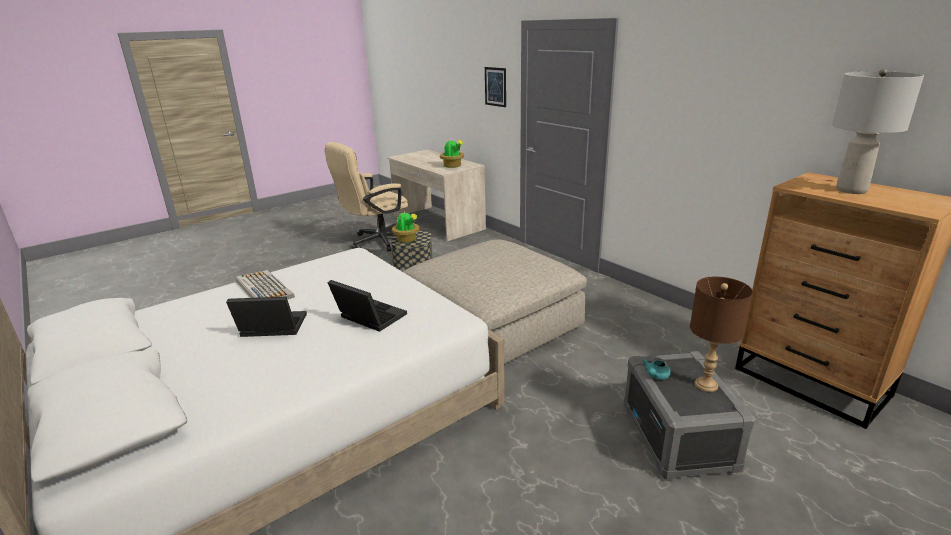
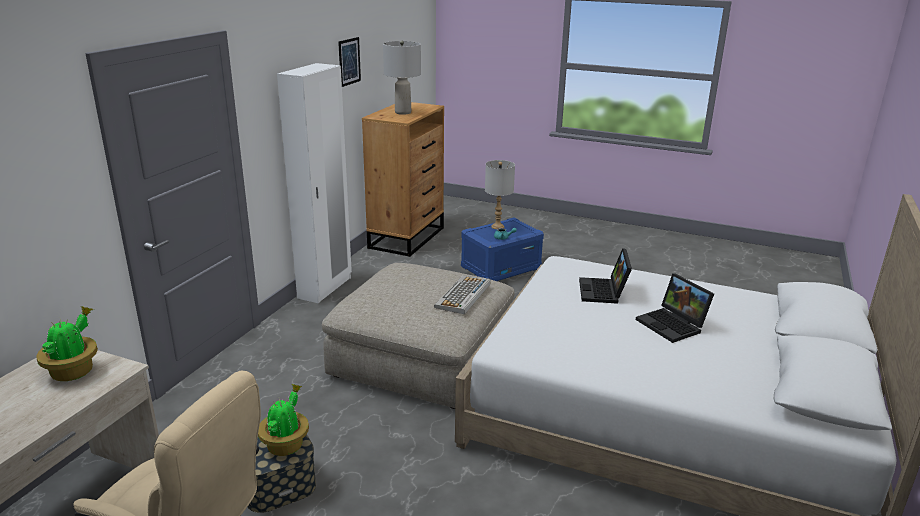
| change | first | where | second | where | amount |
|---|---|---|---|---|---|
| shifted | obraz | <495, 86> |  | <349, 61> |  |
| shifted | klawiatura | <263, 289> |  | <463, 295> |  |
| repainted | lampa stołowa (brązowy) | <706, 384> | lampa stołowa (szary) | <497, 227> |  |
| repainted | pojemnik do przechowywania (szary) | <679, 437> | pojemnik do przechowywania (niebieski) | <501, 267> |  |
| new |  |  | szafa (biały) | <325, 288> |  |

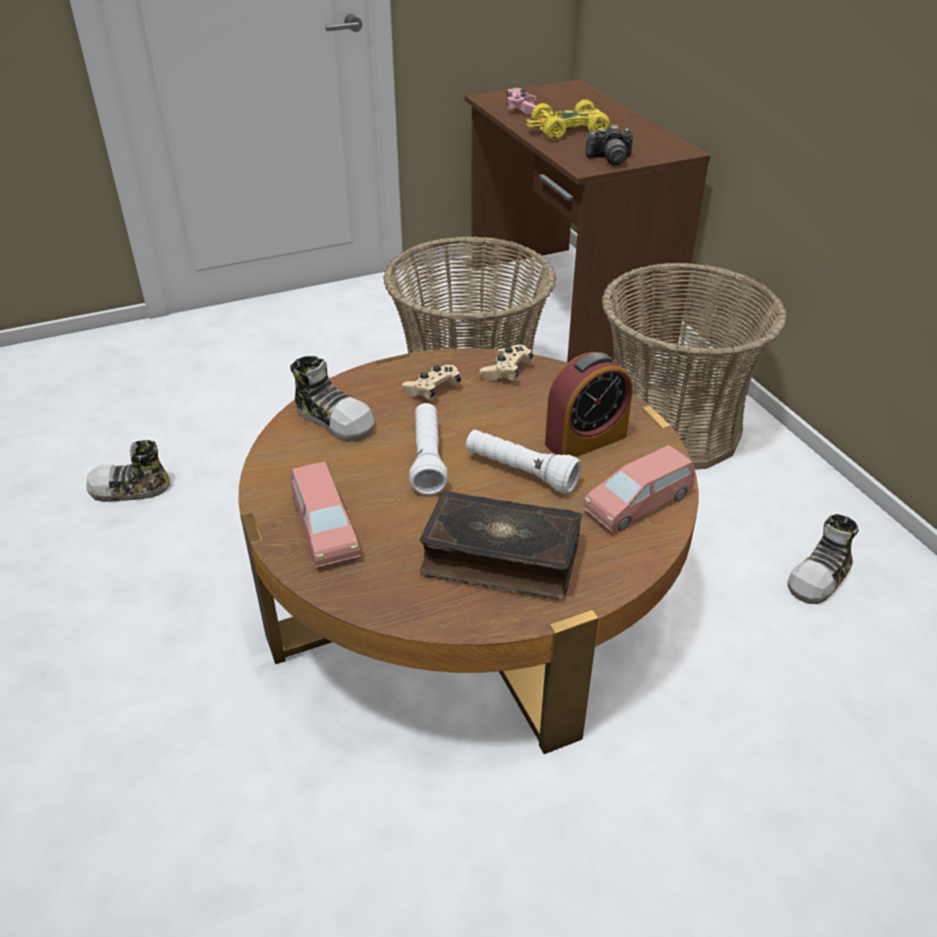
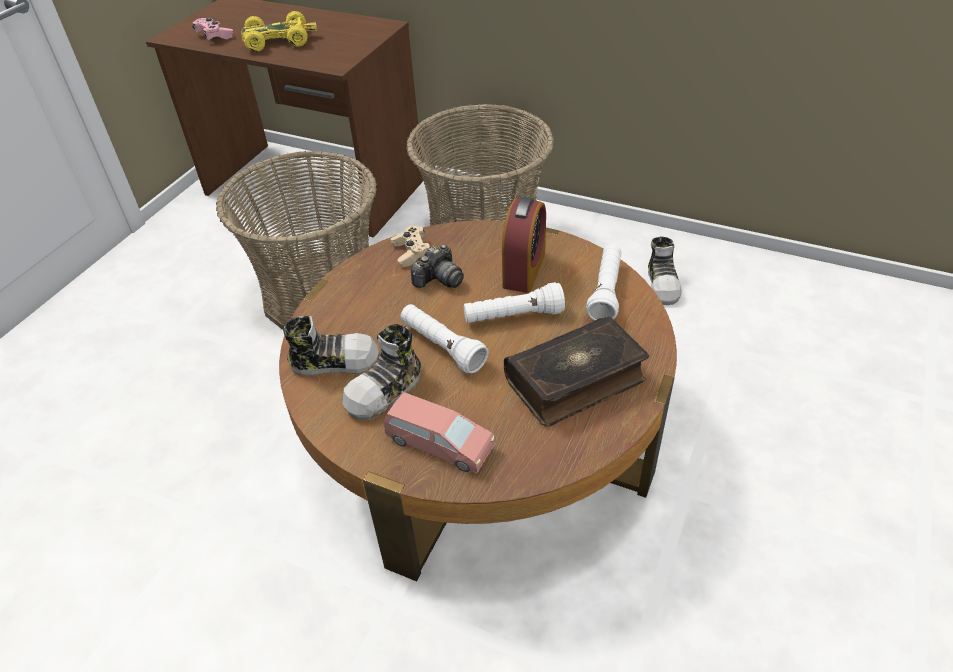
| change | first | where | second | where | amount |
|---|---|---|---|---|---|
| rotated | samochodzik (żółty) | <568, 130> |  | <279, 40> | 135 degrees counterclockwise |
| shifted | aparat fotograficzny | <610, 159> |  | <439, 279> |  |
| gone | pad do gier (beżowy) | <432, 390> |  |  |  |
| shifted | but | <130, 489> |  | <386, 391> |  |
| swapped | samochodzik (różowy) | <638, 503> | latarka (biały) | <605, 292> |  |

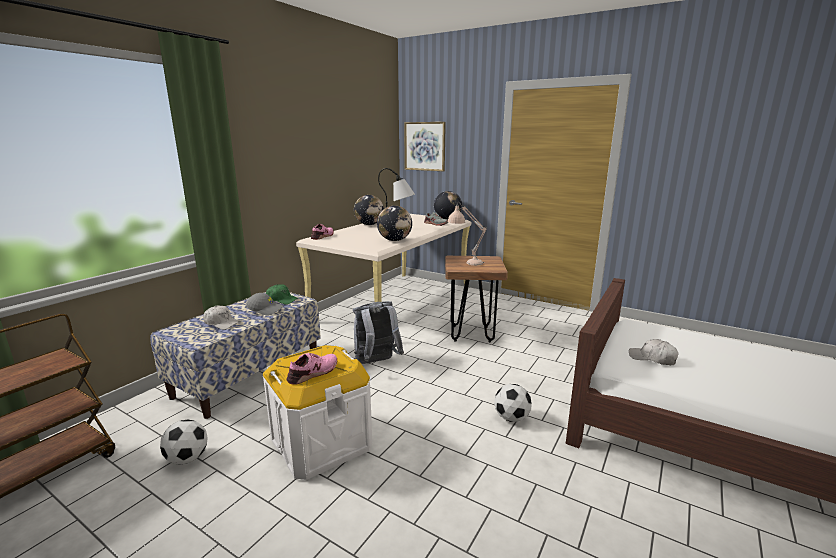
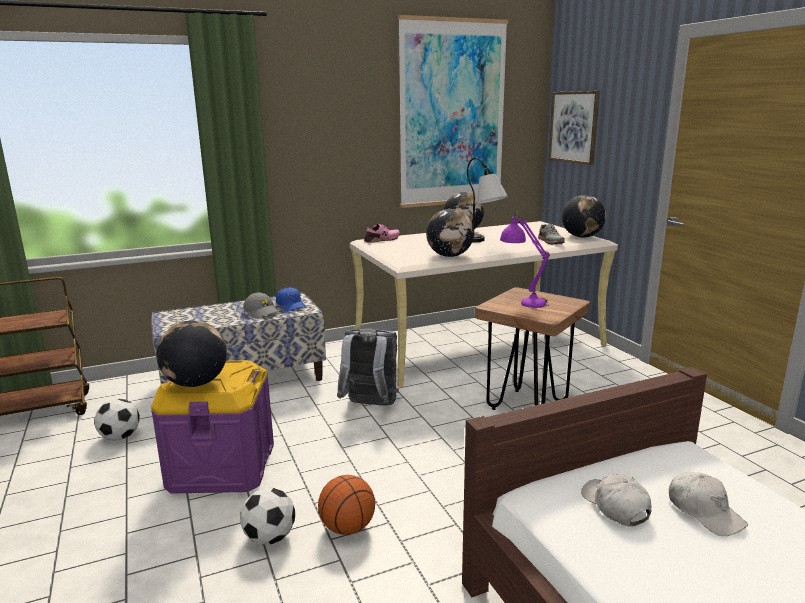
| change | first | where | second | where | amount |
|---|---|---|---|---|---|
| repainted | lampa stołowa (beżowy) | <465, 262> | lampa stołowa (fioletowy) | <523, 300> |  |
| repainted | czapka z daszkiem (zielony) | <282, 300> | czapka z daszkiem (niebieski) | <290, 305> |  |
| shifted | czapka z daszkiem (biały) | <221, 323> |  | <704, 512> |  |
| repainted | pojemnik do przechowywania (biały) | <321, 443> | pojemnik do przechowywania (fioletowy) | <222, 466> |  |
| swapped | but (różowy) | <313, 373> | globus | <196, 383> |  |
| shifted | piłka futbolowa | <511, 418> |  | <270, 537> |  |
| new |  |  | obraz | <452, 114> |  |
| new |  |  | piłka do koszykówki | <348, 528> |  |

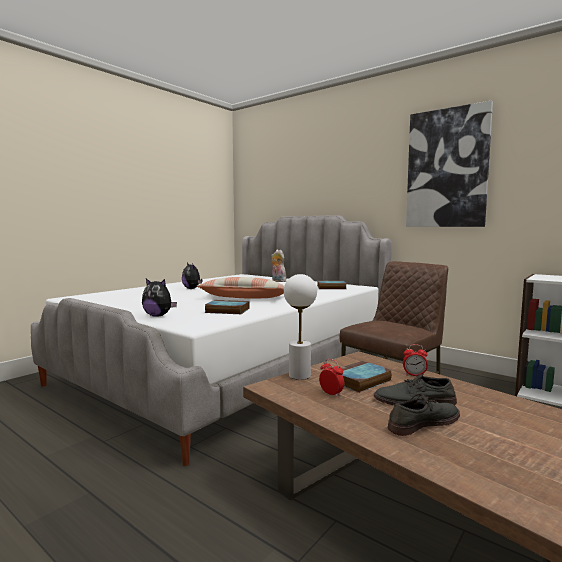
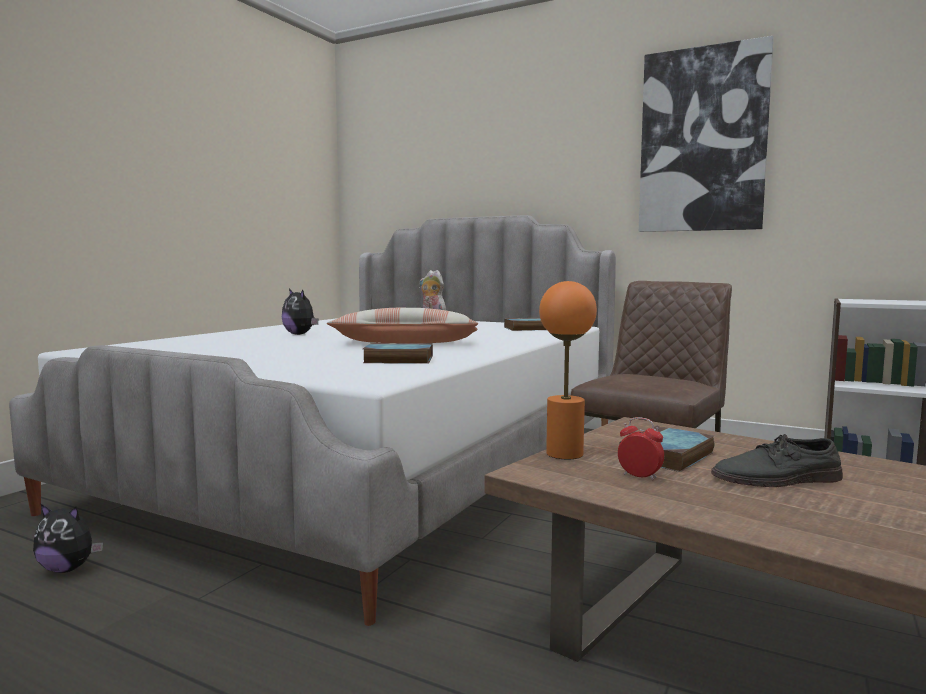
| change | first | where | second | where | amount |
|---|---|---|---|---|---|
| repainted | lampa stołowa (biały) | <299, 375> | lampa stołowa (pomarańczowy) | <564, 454> |  |
| shifted | pluszak | <158, 316> |  | <68, 568> |  |
| gone | budzik | <414, 375> |  |  |  |
| gone | but (szary) | <423, 422> |  |  |  |

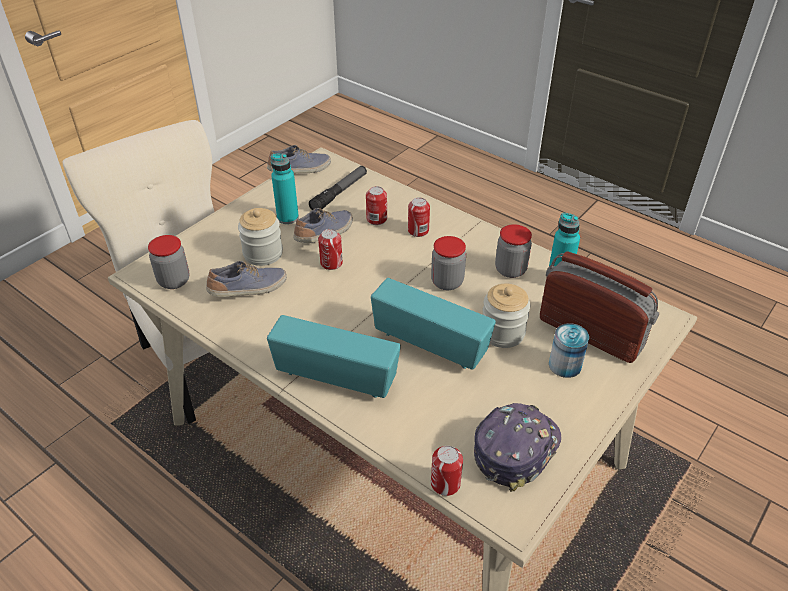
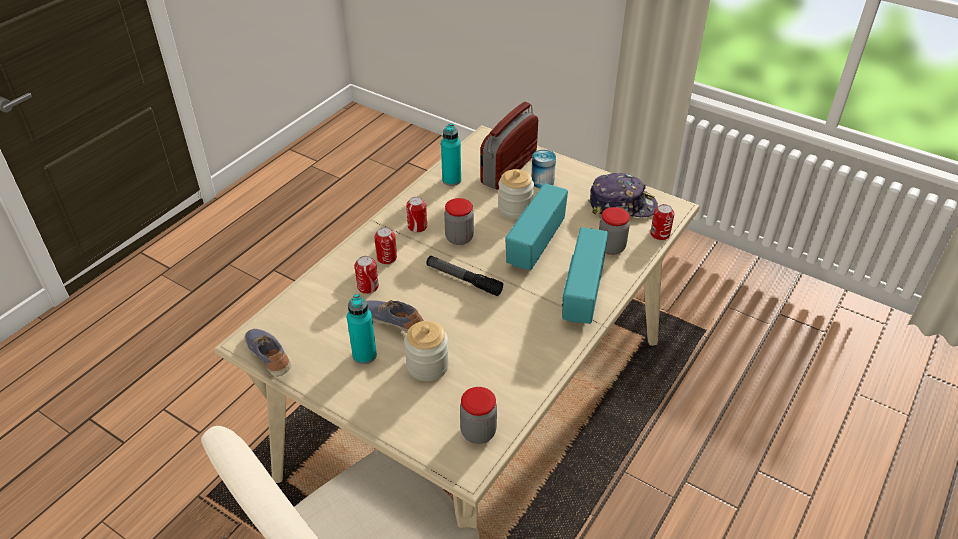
| change | first | where | second | where | amount |
|---|---|---|---|---|---|
| shifted | latarka | <339, 193> |  | <463, 279> |  |
| shifted | słoik | <510, 270> |  | <611, 247> |  |
| shifted | puszka | <331, 263> |  | <417, 226> |  |
| gone | but | <249, 289> |  |  |  |
| rotated | czapka z daszkiem | <515, 448> |  | <622, 205> | 150 degrees clockwise |

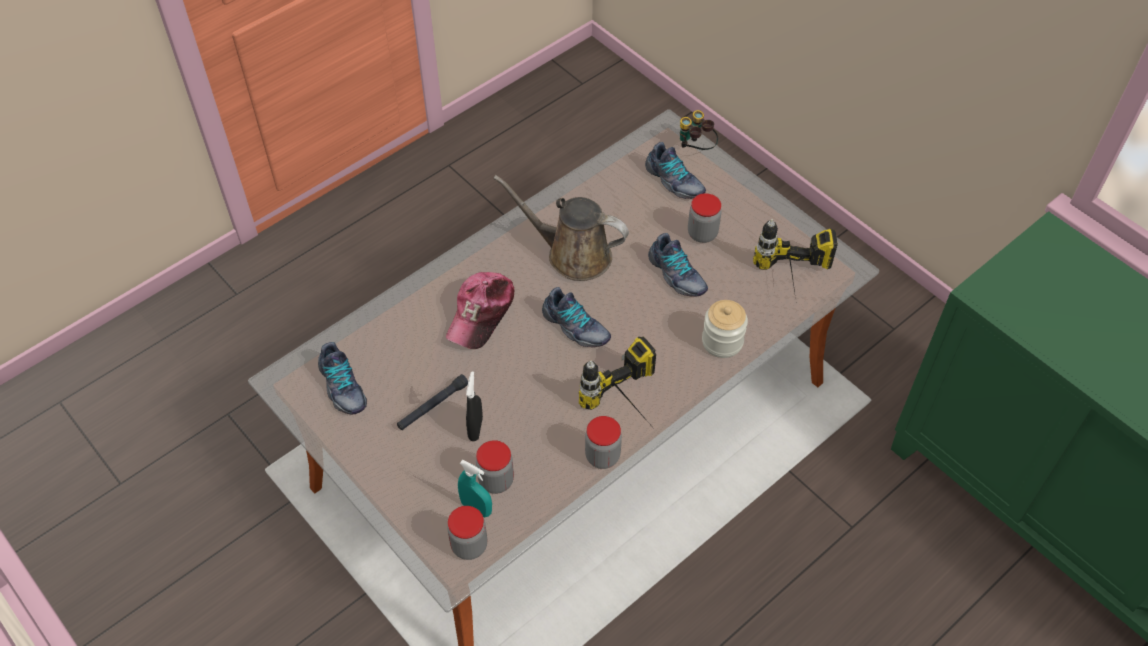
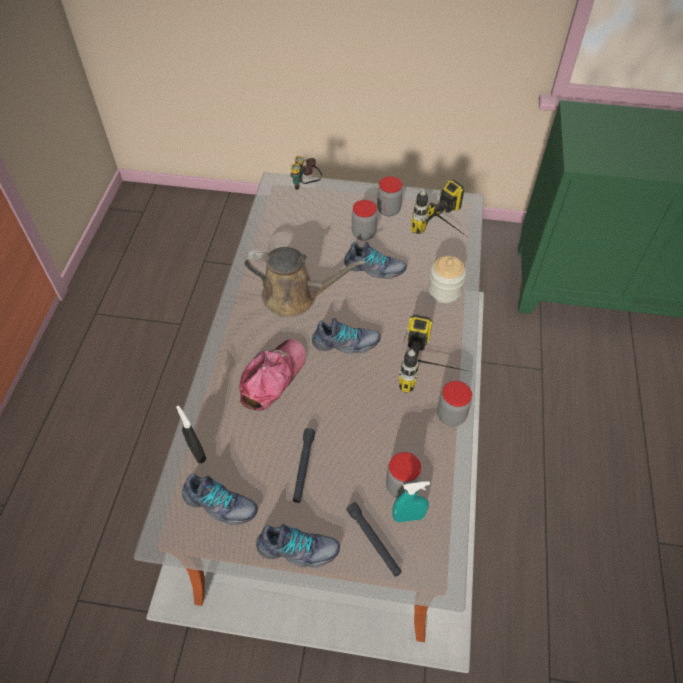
| change | first | where | second | where | amount |
|---|---|---|---|---|---|
| shifted | but | <674, 181> |  | <298, 550> |  |
| rotated | konewka (brązowy) | <573, 254> |  | <295, 297> | 150 degrees counterclockwise |
| rotated | czapka z daszkiem | <481, 314> |  | <272, 377> | 135 degrees counterclockwise |
| shifted | spryskiwacz (czarny) | <475, 428> |  | <197, 452> |  |
| shifted | słoik | <469, 545> |  | <388, 210> |  |
| new |  |  | latarka (czarny) | <373, 541> |  |

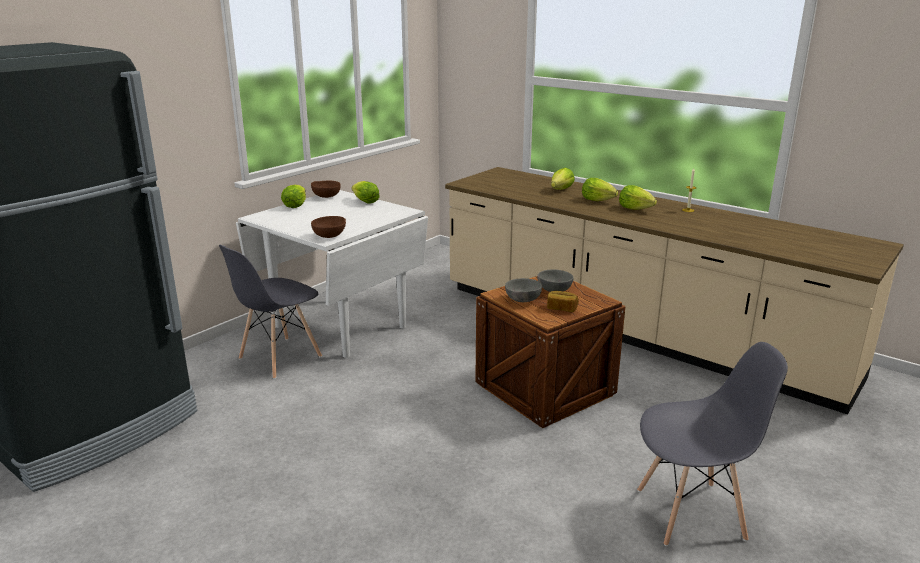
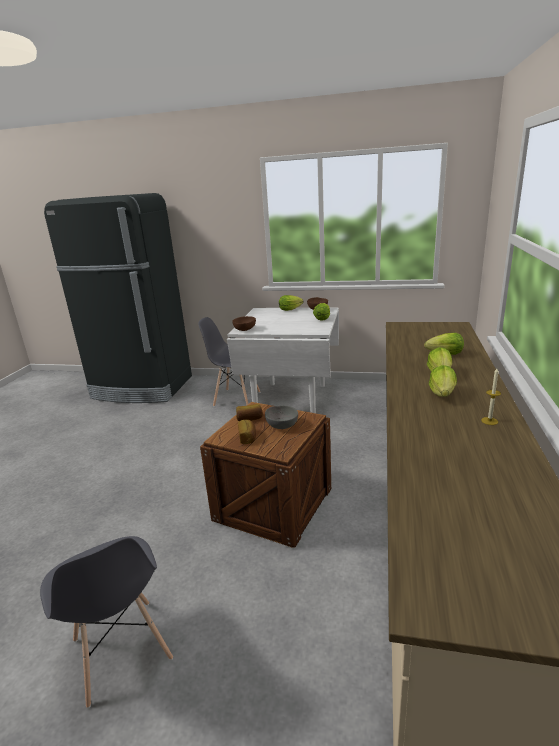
| change | first | where | second | where | amount |
|---|---|---|---|---|---|
| swapped | miska (szary) | <522, 301> | chleb | <249, 419> |  |

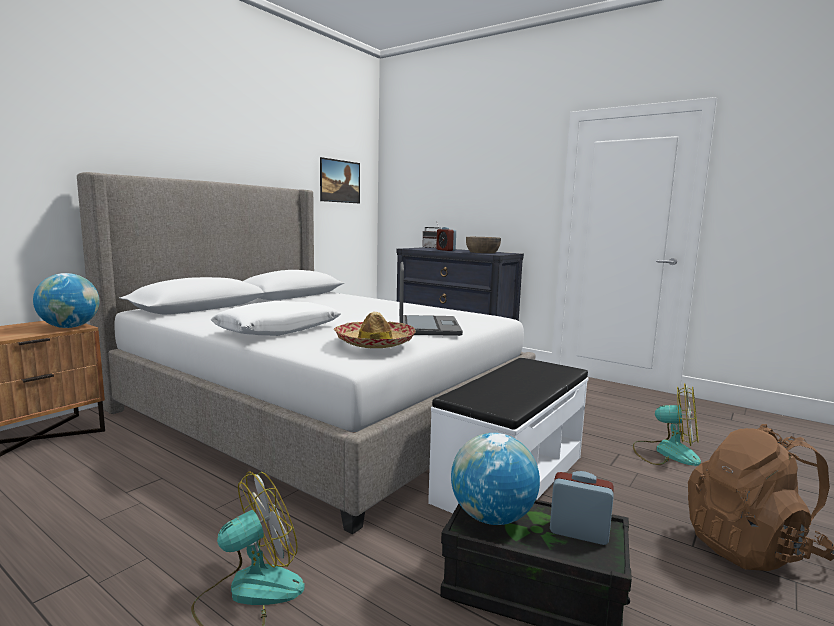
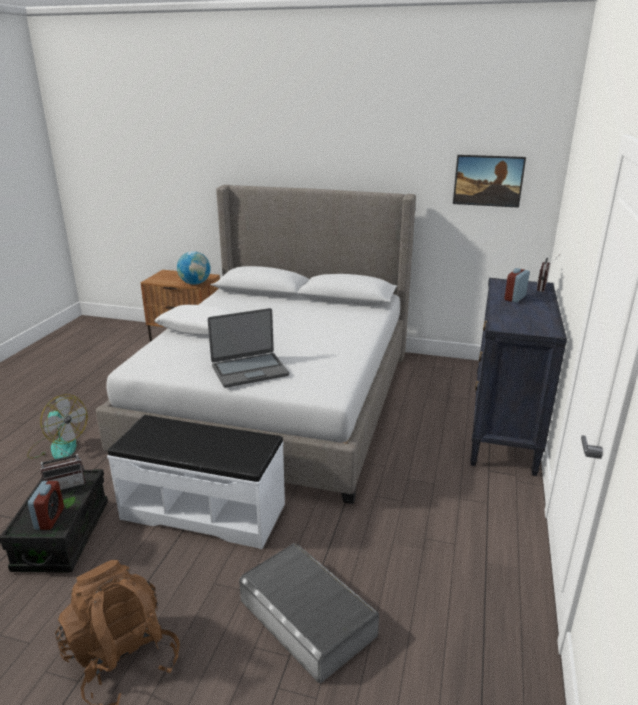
| change | first | where | second | where | amount |
|---|---|---|---|---|---|
| gone | miska (brązowy) | <482, 252> |  |  |  |
| gone | kapelusz | <374, 343> |  |  |  |
| swapped | wentylator | <666, 452> | pojemnik do przechowywania (szary) | <307, 617> |  |
| swapped | globus | <492, 517> | radio | <66, 484> |  |

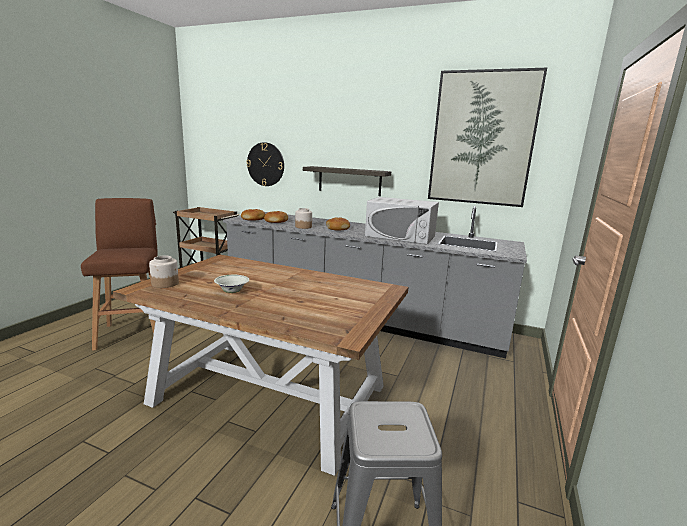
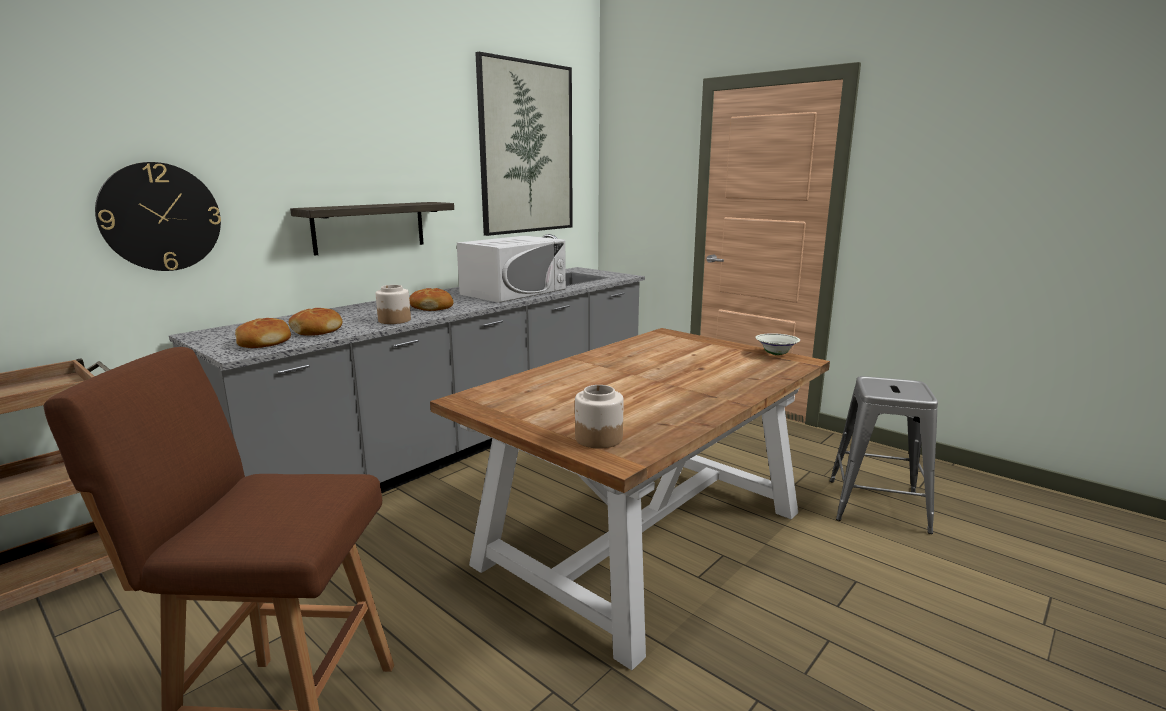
| change | first | where | second | where | amount |
|---|---|---|---|---|---|
| shifted | miska (biały) | <232, 292> |  | <776, 354> |  |

